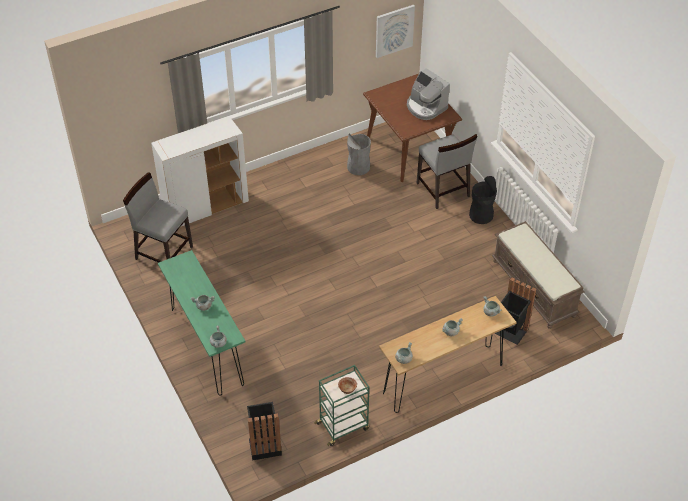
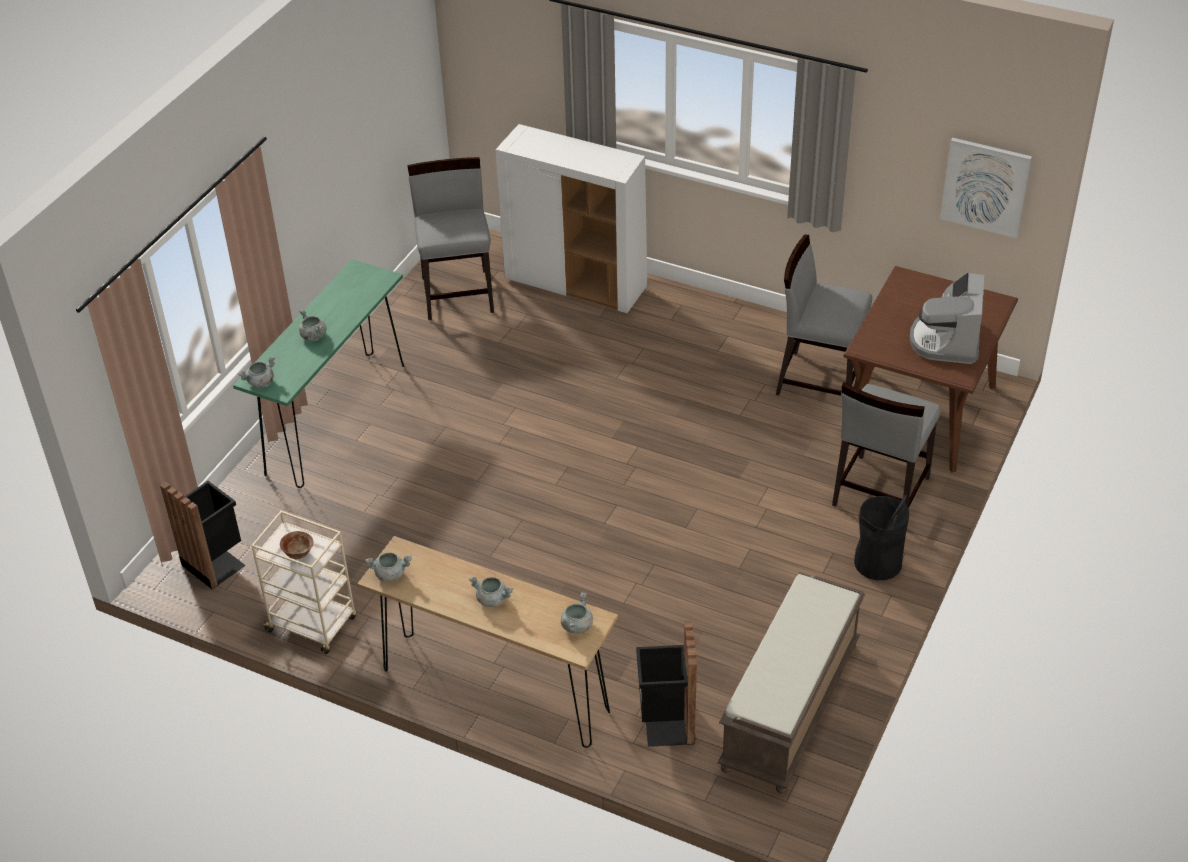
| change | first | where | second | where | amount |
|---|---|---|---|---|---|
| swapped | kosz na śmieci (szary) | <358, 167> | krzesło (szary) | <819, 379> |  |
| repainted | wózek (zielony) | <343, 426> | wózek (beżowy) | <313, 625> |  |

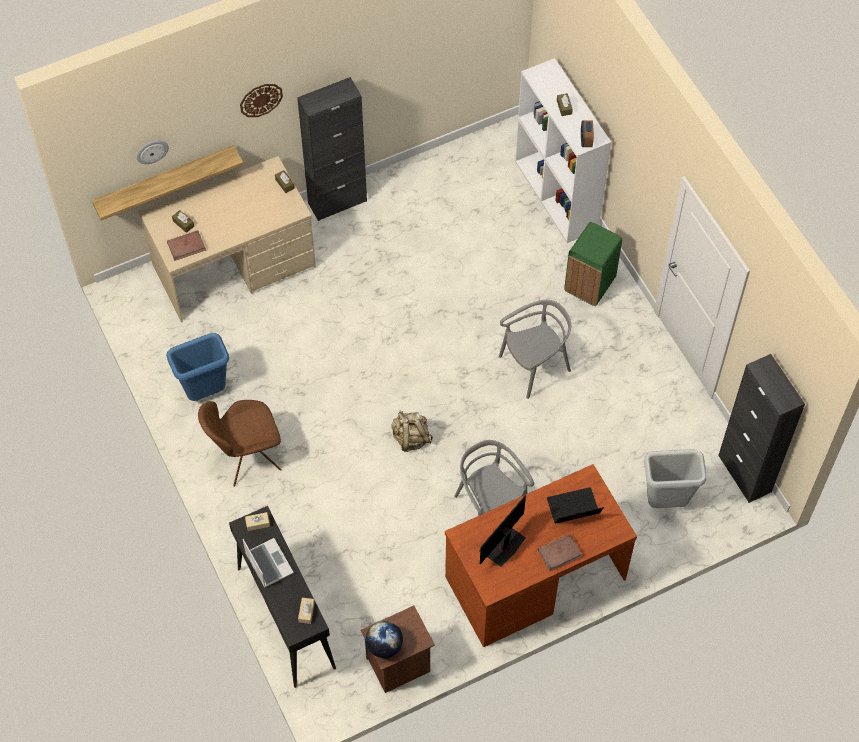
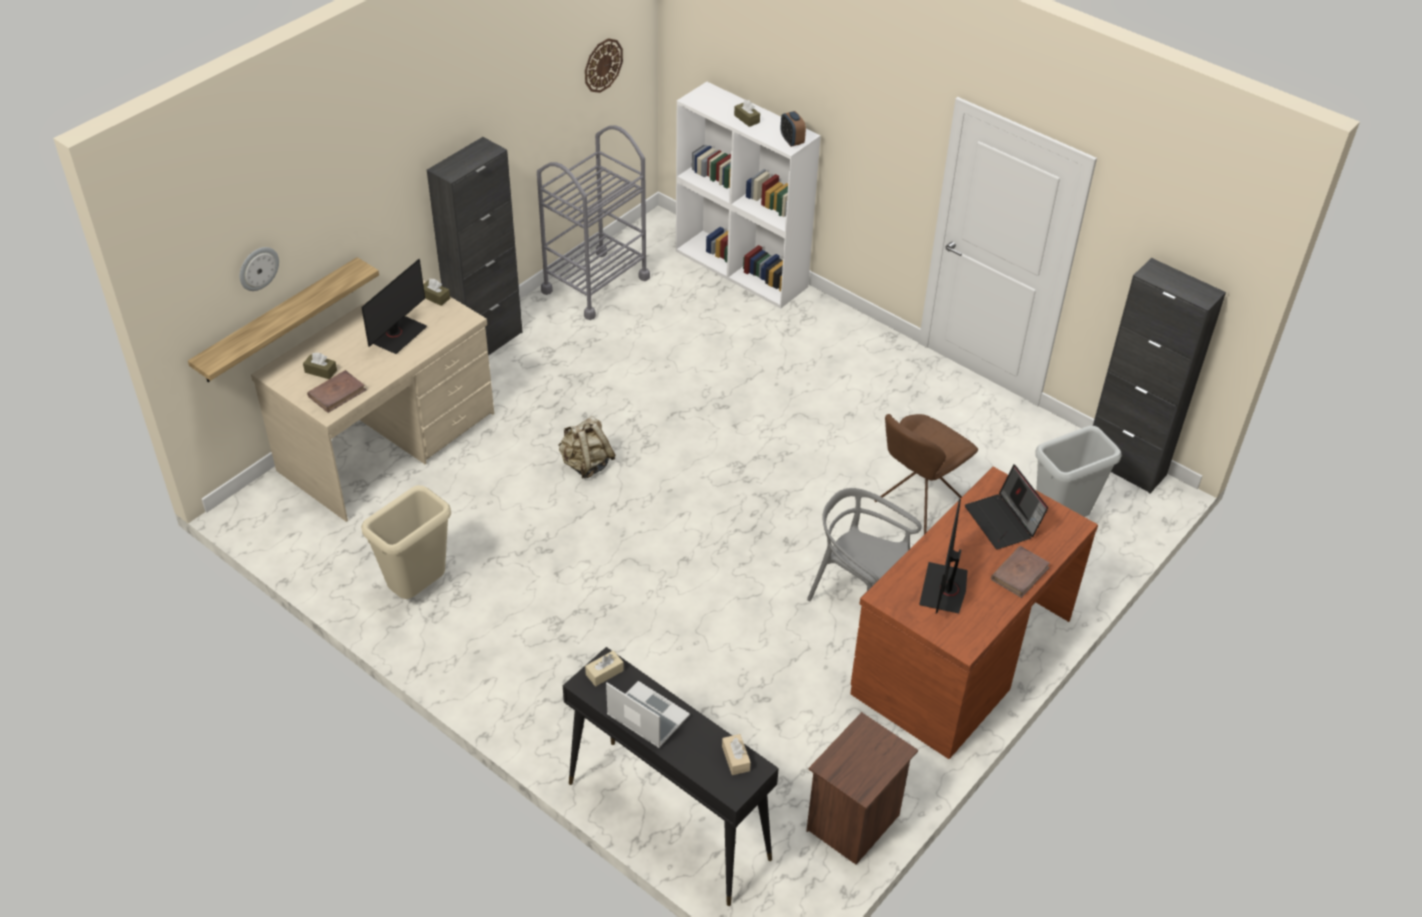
| change | first | where | second | where | amount |
|---|---|---|---|---|---|
| shifted | zegar ścienny | <261, 99> |  | <603, 65> |  |
| gone | kosz na śmieci (zielony) | <590, 284> |  |  |  |
| gone | krzesło (szary) | <535, 366> |  |  |  |
| repainted | kosz na śmieci (niebieski) | <206, 392> | kosz na śmieci (beżowy) | <418, 588> |  |
| shifted | krzesło (brązowy) | <247, 458> |  | <917, 504> |  |
| shifted | plecak (beżowy) | <411, 438> |  | <586, 464> |  |
| rotated | laptop | <573, 510> |  | <1003, 522> | 75 degrees counterclockwise |
| gone | globus | <384, 646> |  |  |  |
| new |  |  | wózek (szary) | <595, 284> |  |
| new |  |  | monitor | <397, 334> |  |

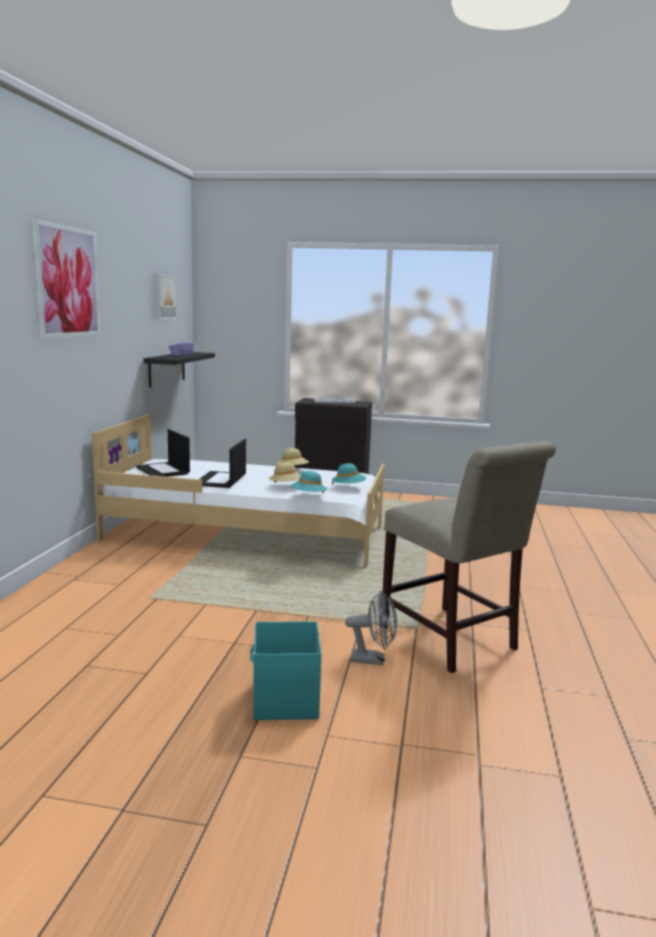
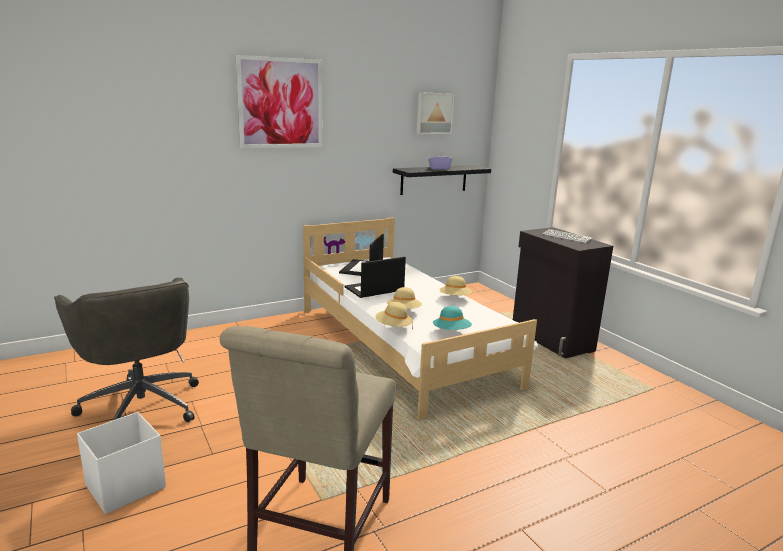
| change | first | where | second | where | amount |
|---|---|---|---|---|---|
| repainted | kapelusz (turkusowy) | <308, 496> | kapelusz (beżowy) | <393, 327> |  |
| gone | wentylator (szary) | <373, 659> |  |  |  |
| repainted | pojemnik do przechowywania (turkusowy) | <285, 701> | pojemnik do przechowywania (biały) | <124, 487> |  |
| new |  |  | krzesło biurowe (szary) | <141, 404> |  |

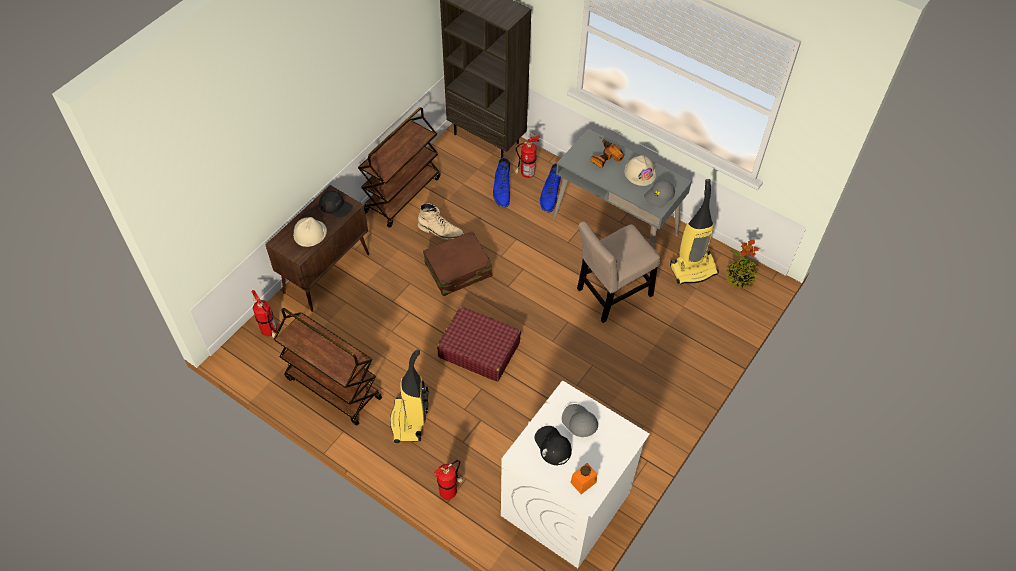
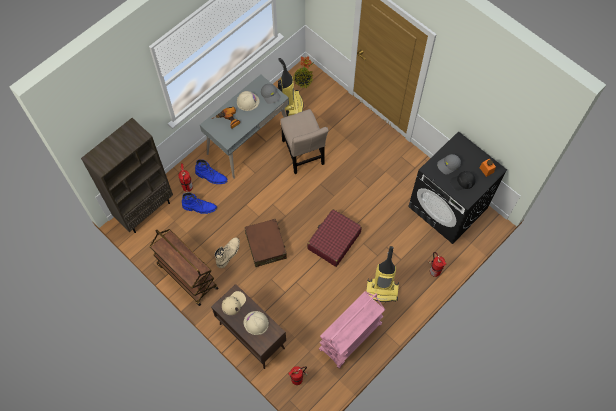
| change | first | where | second | where | amount |
|---|---|---|---|---|---|
| repainted | czapka z daszkiem (czarny) | <336, 206> | czapka z daszkiem (beżowy) | <233, 303> |  |
| repainted | wózek (brązowy) | <332, 388> | wózek (różowy) | <350, 337> |  |
| repainted | pralka (biały) | <565, 504> | pralka (czarny) | <448, 207> |  |

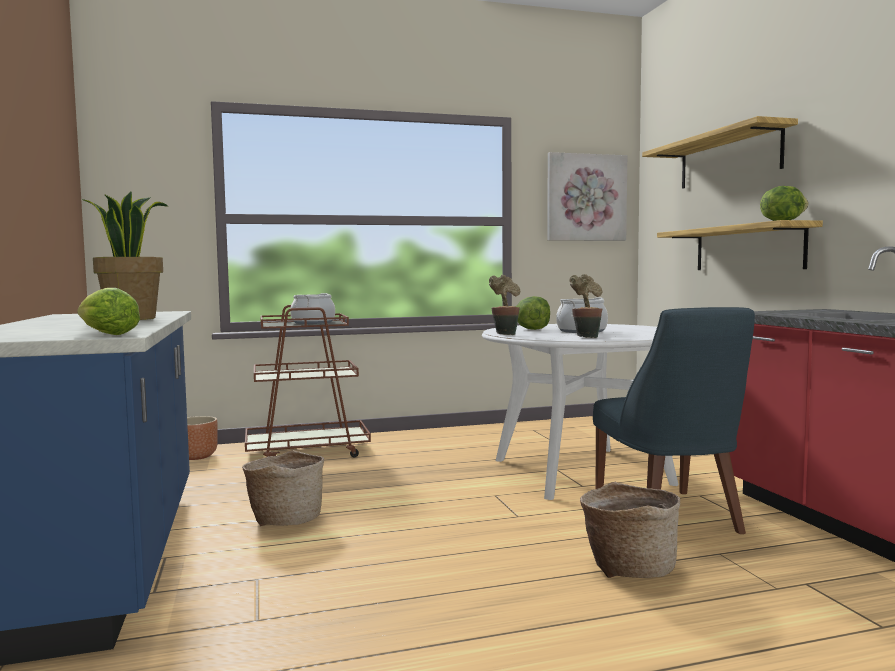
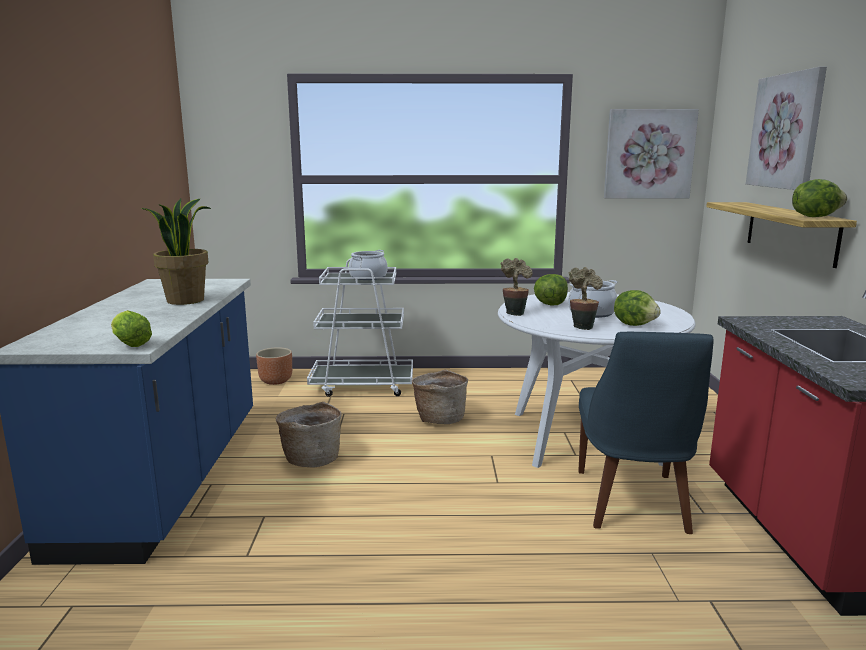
| change | first | where | second | where | amount |
|---|---|---|---|---|---|
| swapped | półka | <728, 158> | obraz | <786, 131> |  |
| repainted | wózek (brązowy) | <308, 452> | wózek (biały) | <363, 385> |  |
| shifted | koszyk | <628, 567> |  | <439, 418> |  |
| new |  |  | sałata | <635, 324> |  |

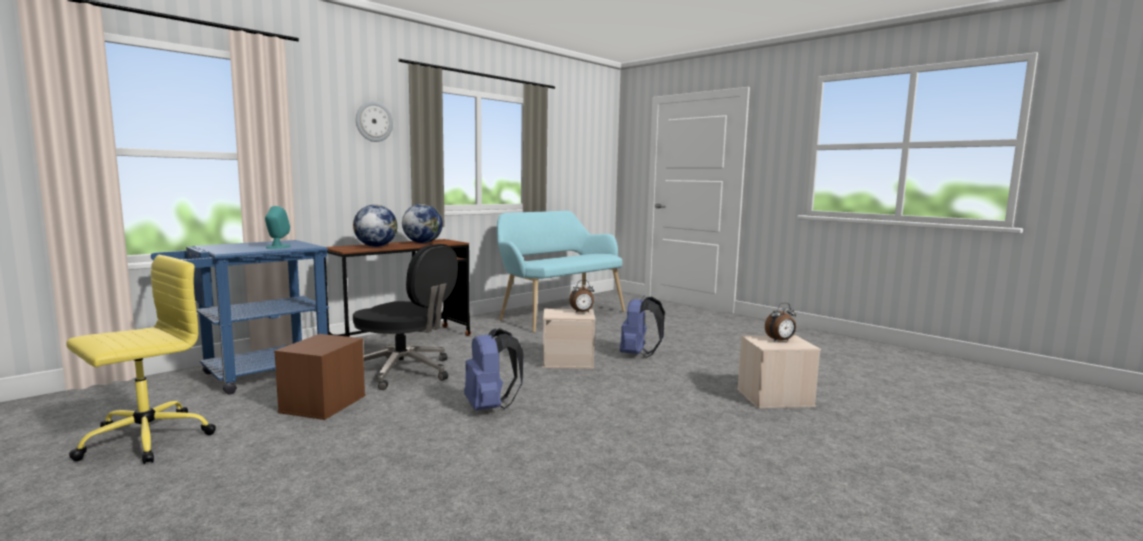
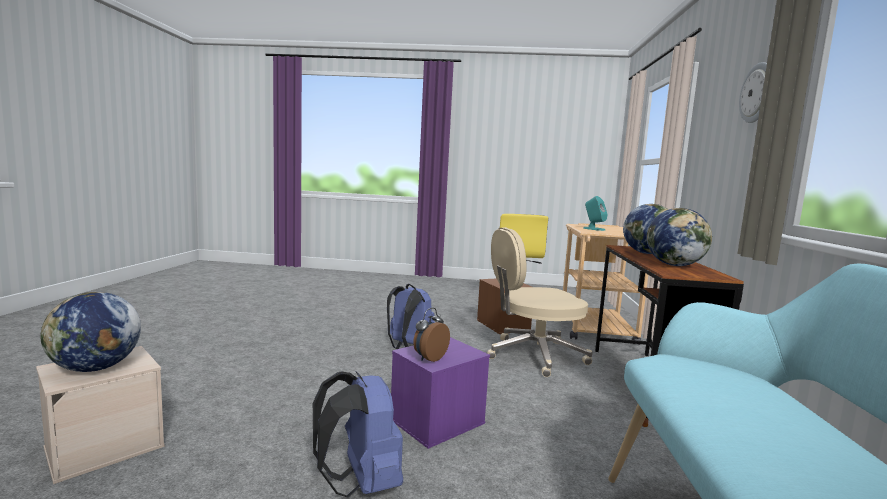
| change | first | where | second | where | amount |
|---|---|---|---|---|---|
| repainted | wózek (niebieski) | <254, 375> | wózek (beżowy) | <594, 327> |  |
| repainted | krzesło biurowe (czarny) | <405, 372> | krzesło biurowe (beżowy) | <534, 355> |  |
| swapped | budzik | <780, 340> | globus | <95, 368> |  |
| repainted | pojemnik do przechowywania (beżowy) | <568, 361> | pojemnik do przechowywania (fioletowy) | <437, 422> |  |

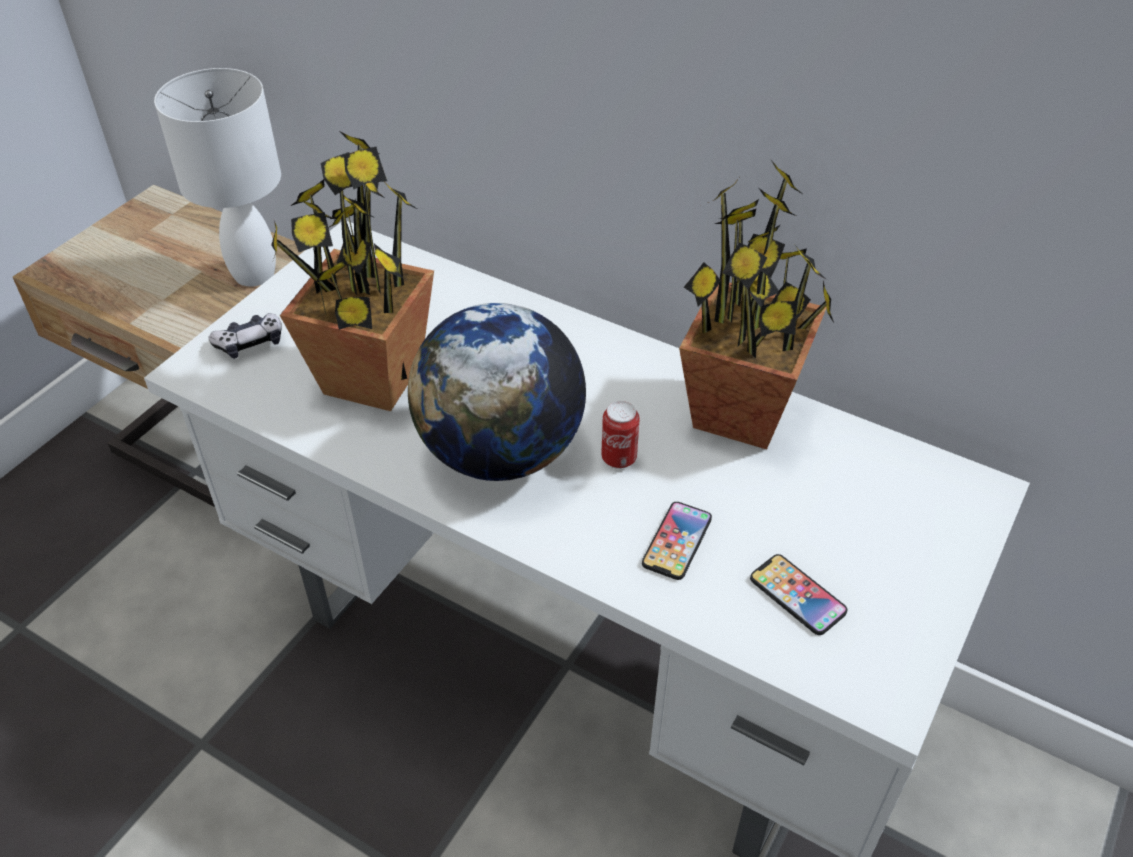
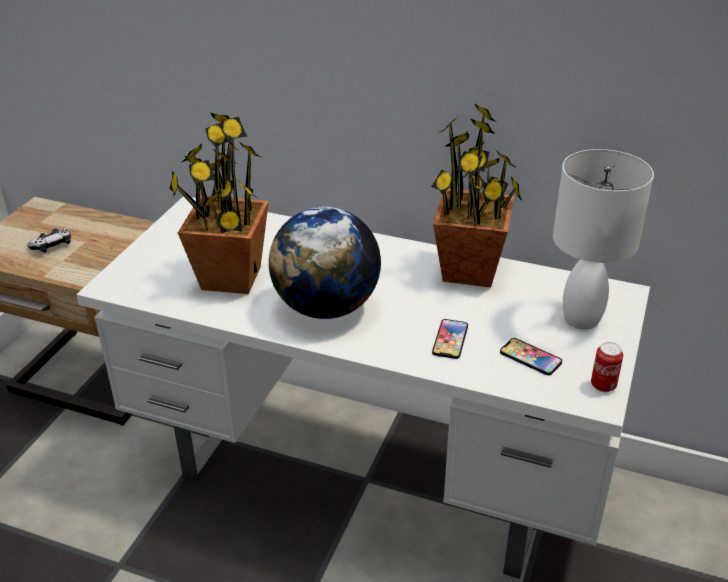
| change | first | where | second | where | amount |
|---|---|---|---|---|---|
| shifted | lampa stołowa (biały) | <253, 275> |  | <581, 320> |  |
| shifted | pad do gier | <250, 343> |  | <52, 246> |  |
| shifted | puszka | <619, 458> |  | <603, 386> |  |

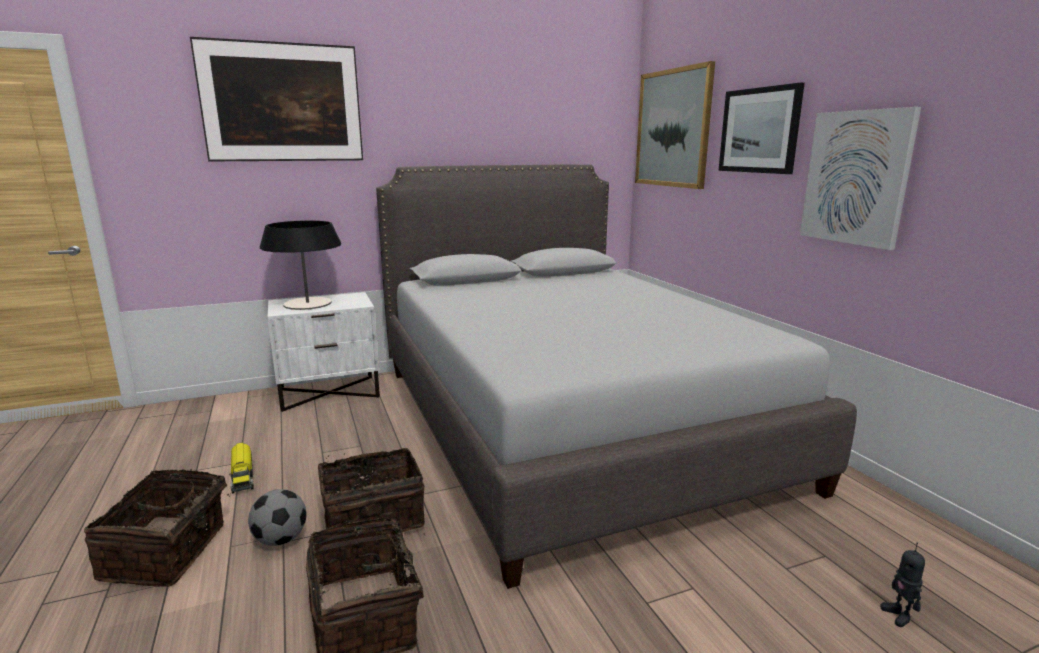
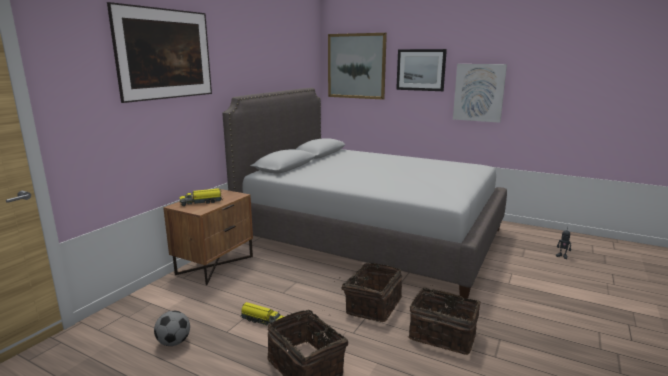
| change | first | where | second | where | amount |
|---|---|---|---|---|---|
| swapped | lampa stołowa | <307, 303> | ciężarówka zabawkowa | <201, 202> |  |
| repainted | szafka nocna (biały) | <329, 392> | szafka nocna (brązowy) | <214, 265> |  |
| shifted | piłka futbolowa | <281, 539> |  | <174, 342> |  |

